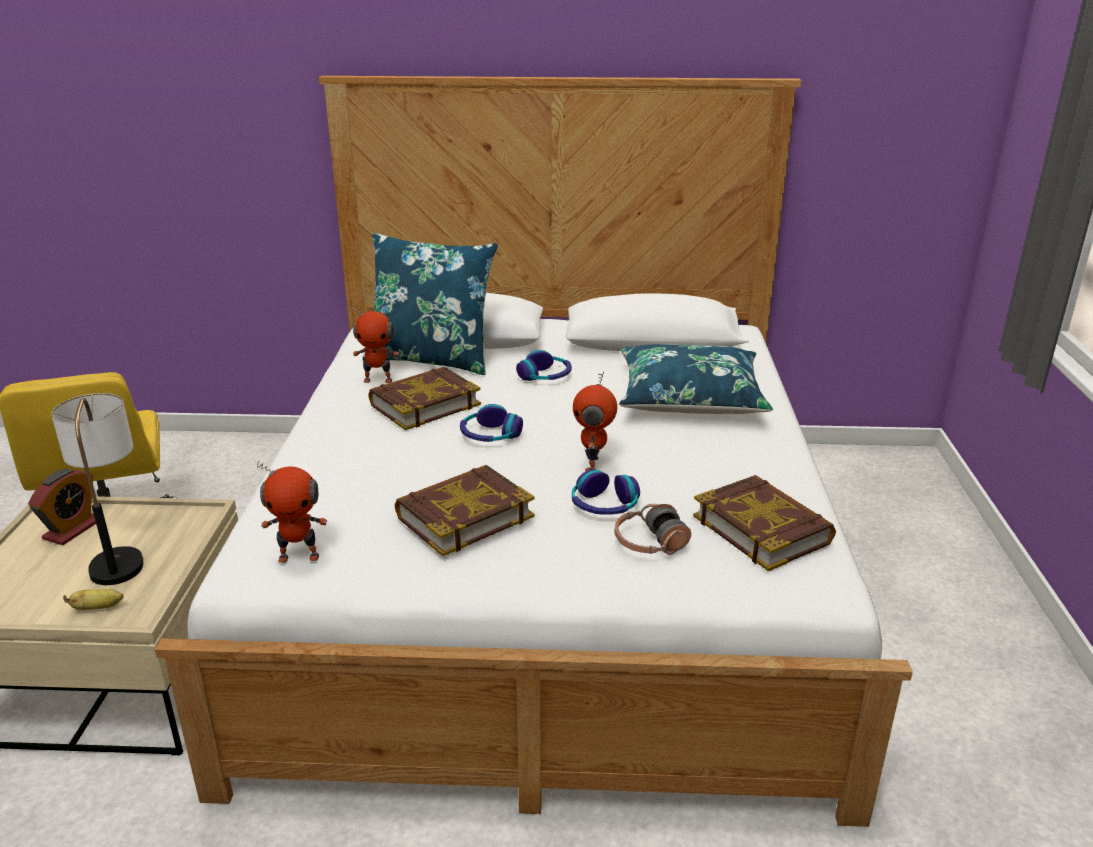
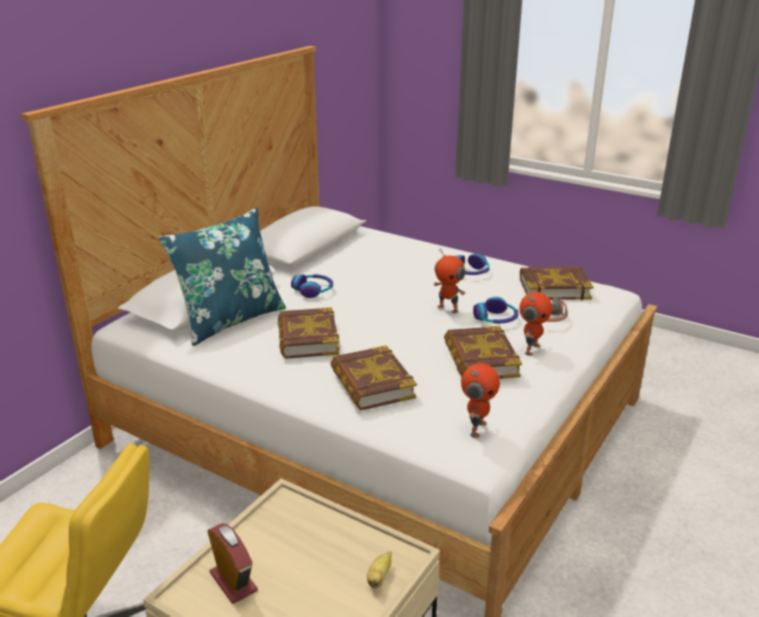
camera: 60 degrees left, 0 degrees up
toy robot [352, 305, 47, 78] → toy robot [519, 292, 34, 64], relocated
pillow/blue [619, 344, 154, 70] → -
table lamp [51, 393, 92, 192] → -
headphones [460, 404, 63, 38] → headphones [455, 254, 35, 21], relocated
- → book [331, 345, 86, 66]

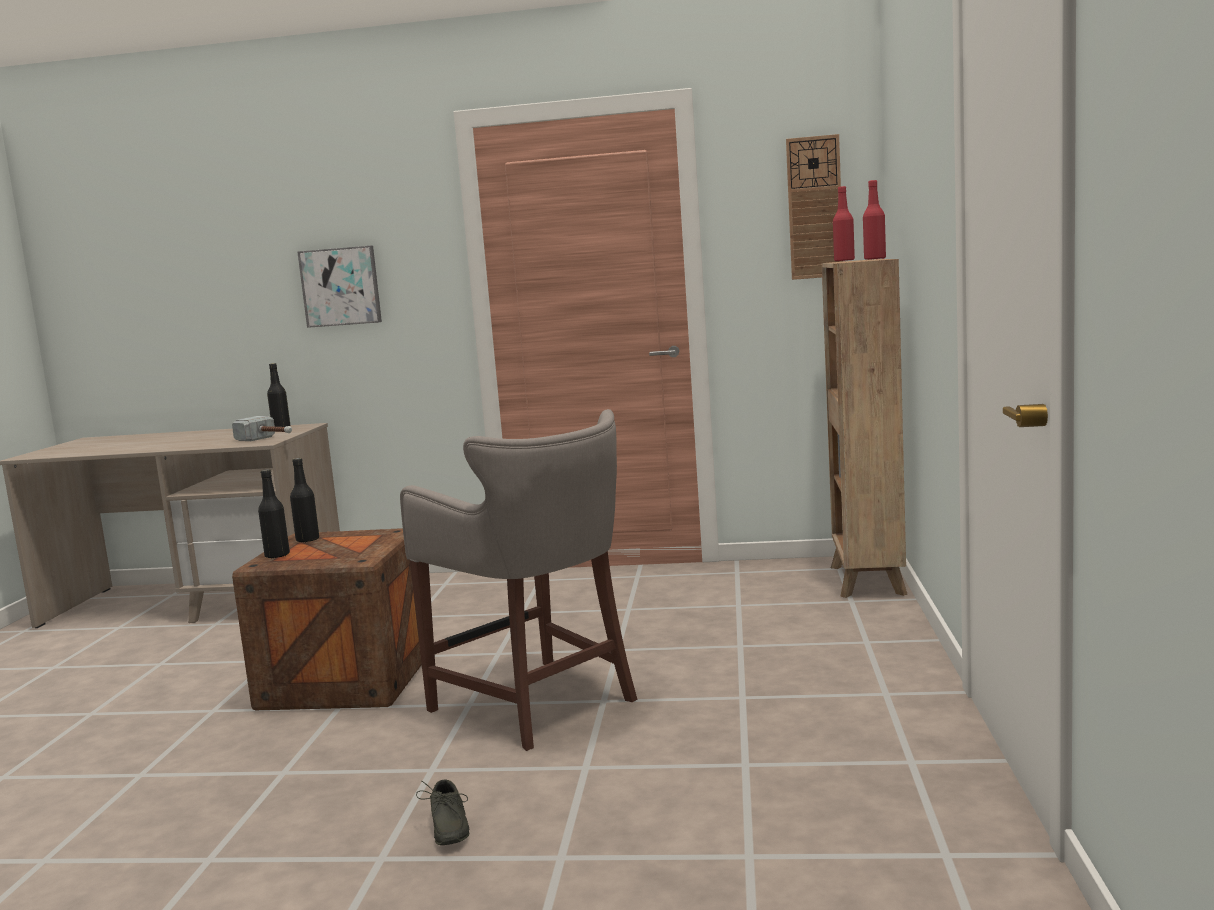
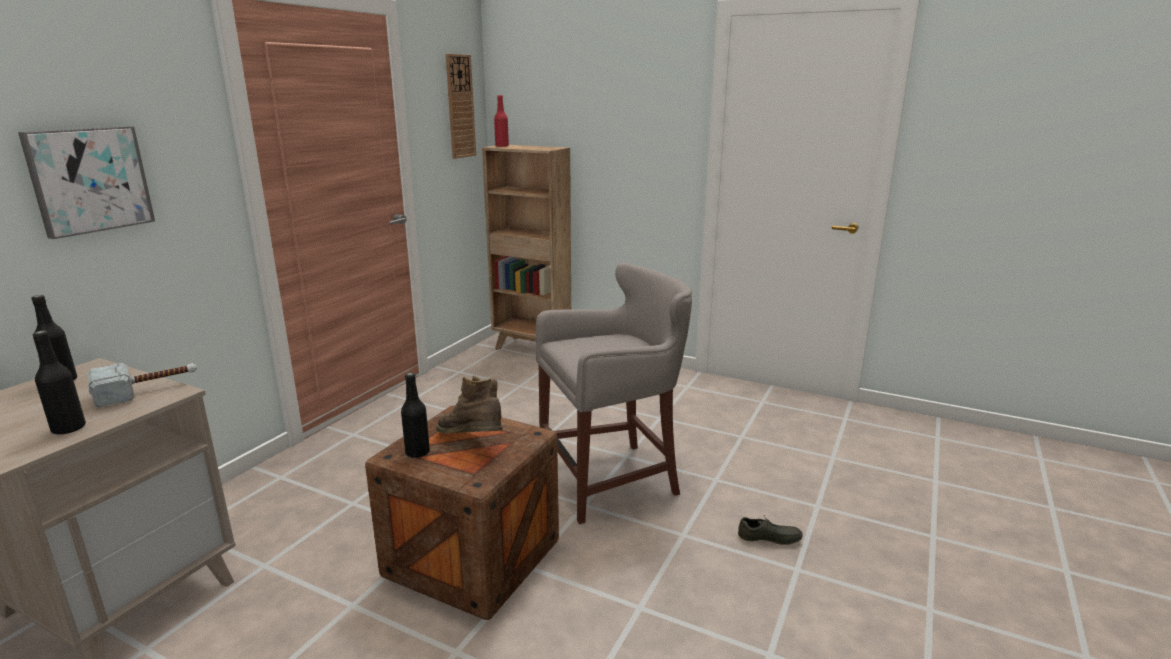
camera: 70 degrees left, 10 degrees up
bottle/red [863, 180, 23, 80] → -
bottle/black [258, 469, 32, 90] → bottle/black [33, 331, 53, 104], relocated
- → boot/brown [436, 376, 67, 57]

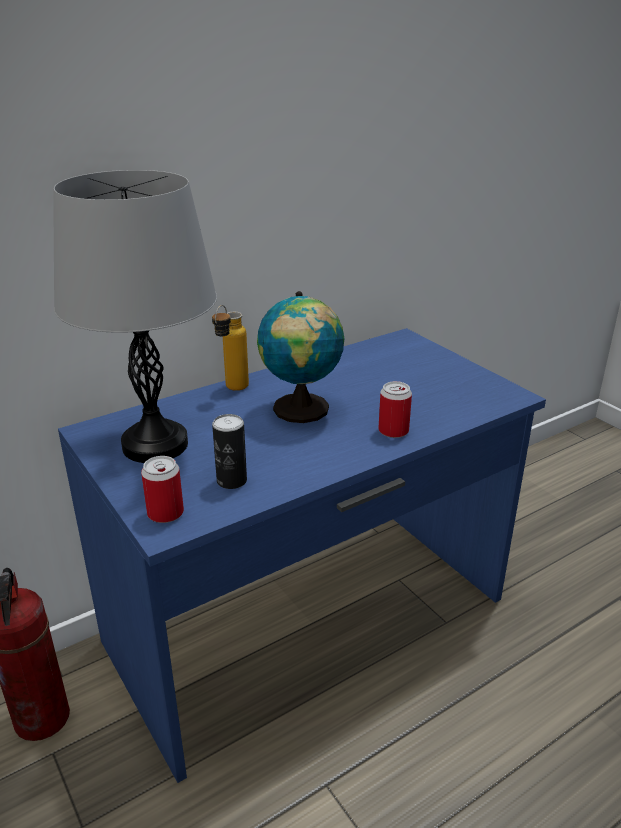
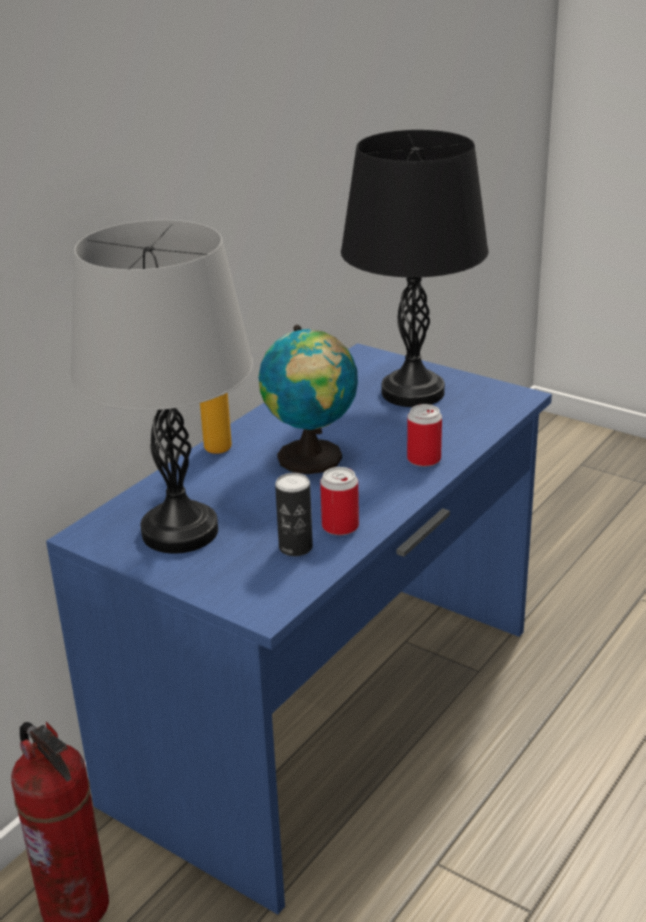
camera: 20 degrees left, 0 degrees up
can [141, 456, 43, 67] → can [320, 467, 39, 68], relocated
- → table lamp/black [341, 130, 148, 277]

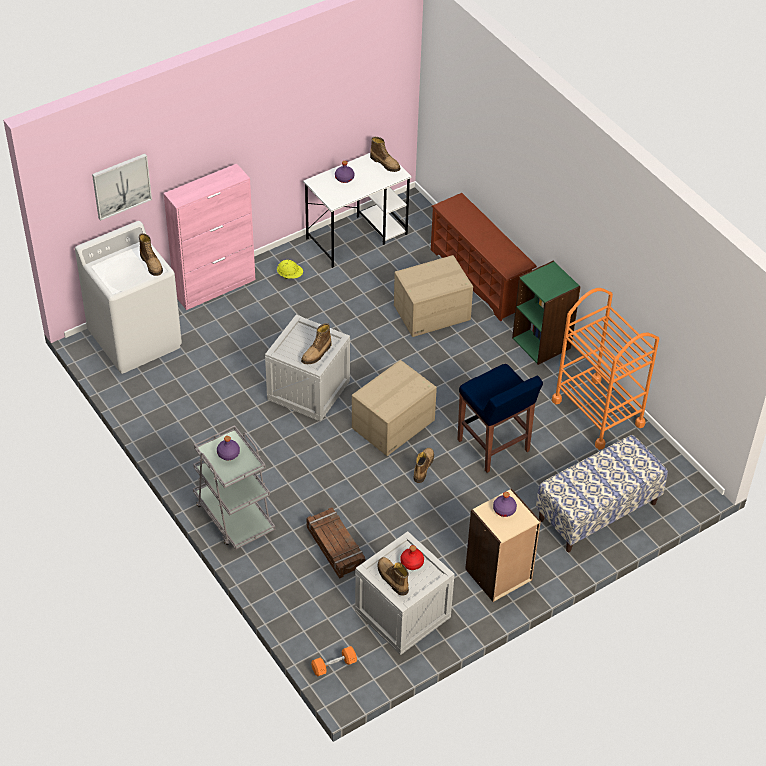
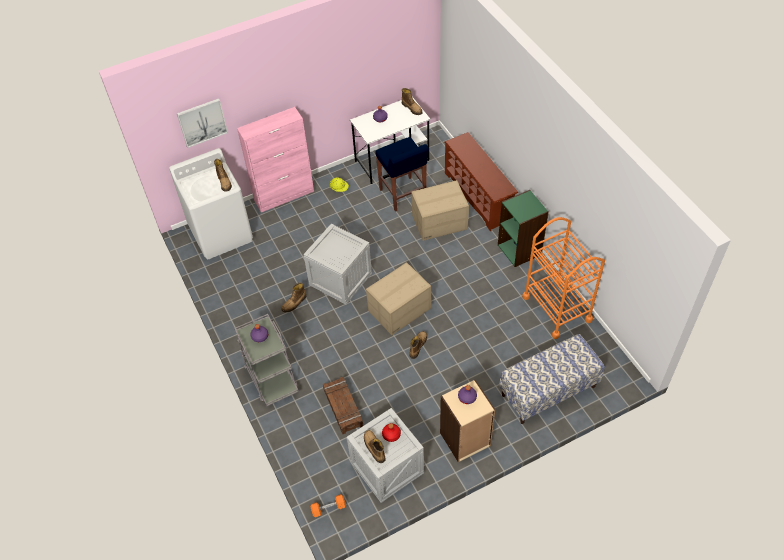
camera: 10 degrees right, 5 degrees up
boot [301, 323, 31, 41] → boot [281, 282, 25, 30], relocated
stool/blue [457, 364, 86, 109] → stool/blue [375, 137, 54, 75], relocated

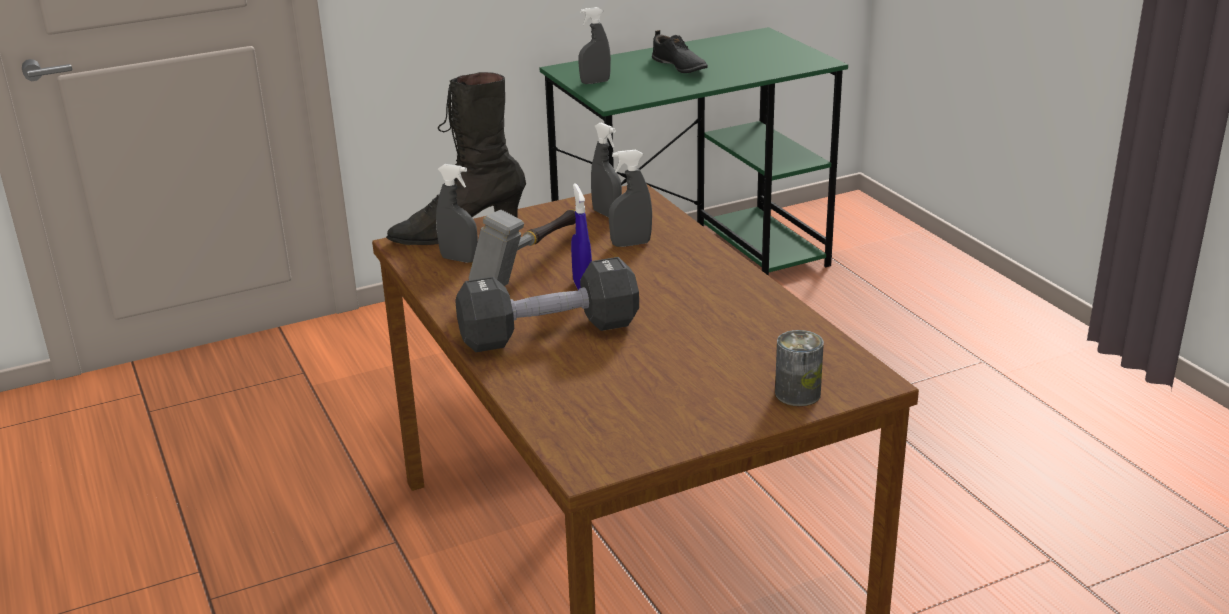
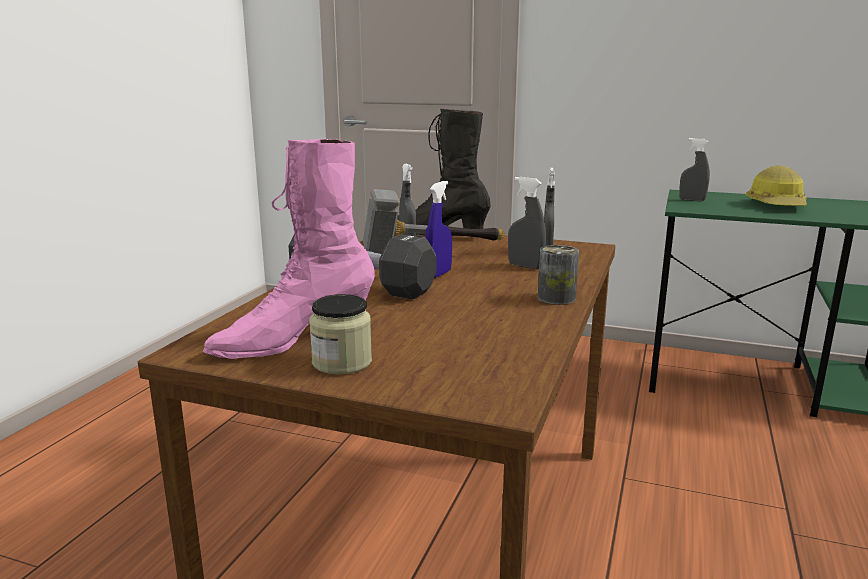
camera: 45 degrees right, 10 degrees down
shoe/black [652, 30, 56, 43] → hard hat [746, 165, 61, 41]
can [775, 330, 49, 76] → can [538, 245, 41, 60], relocated
- → boot/pink [203, 139, 172, 220]
- → jar [309, 294, 63, 81]

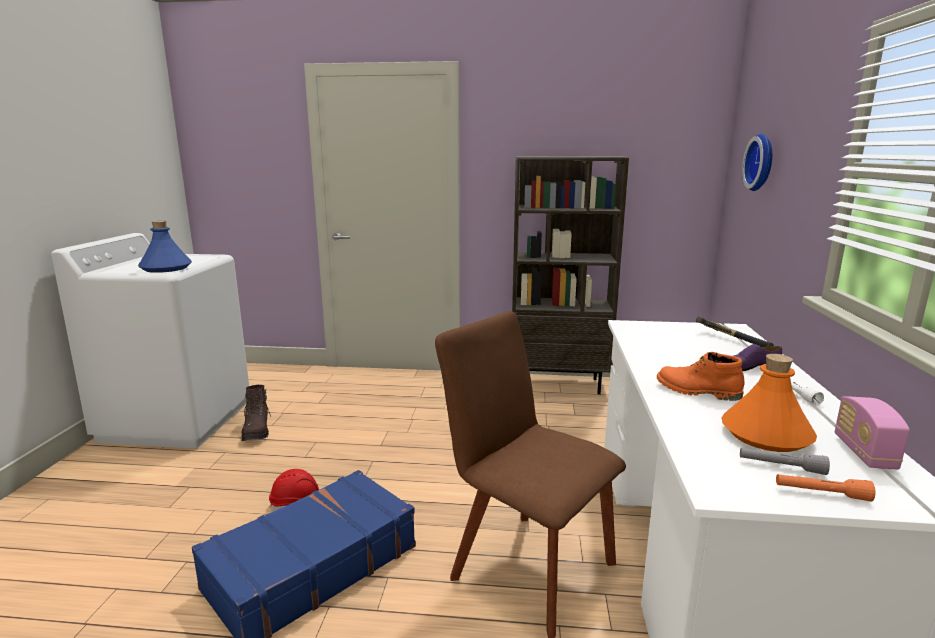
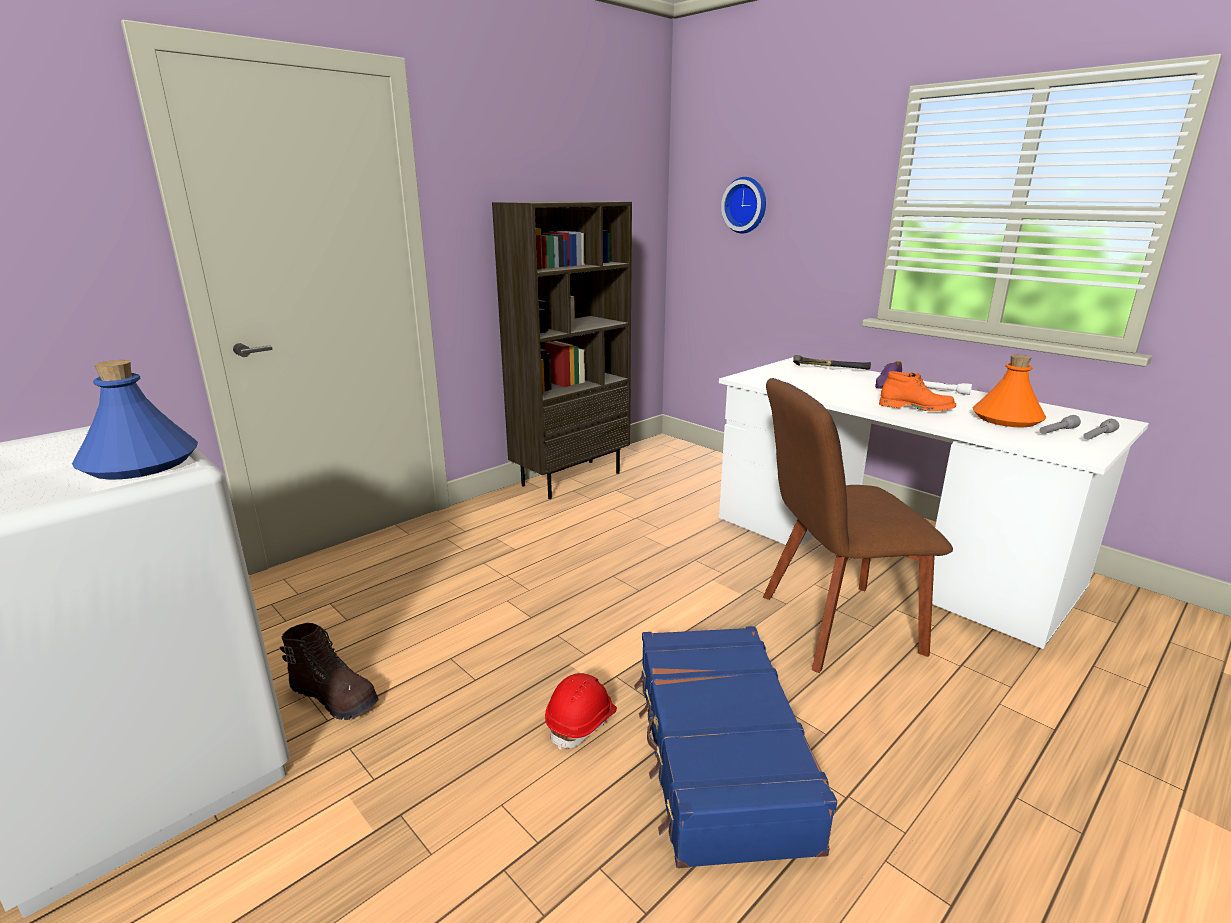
camera: 50 degrees left, 5 degrees up
boot/orange [657, 352, 88, 49] → boot/orange [879, 371, 77, 40], 135 degrees counterclockwise
radio [835, 396, 75, 73] → -
flashlight/orange [776, 474, 100, 28] → flashlight/grey [1083, 419, 36, 21]

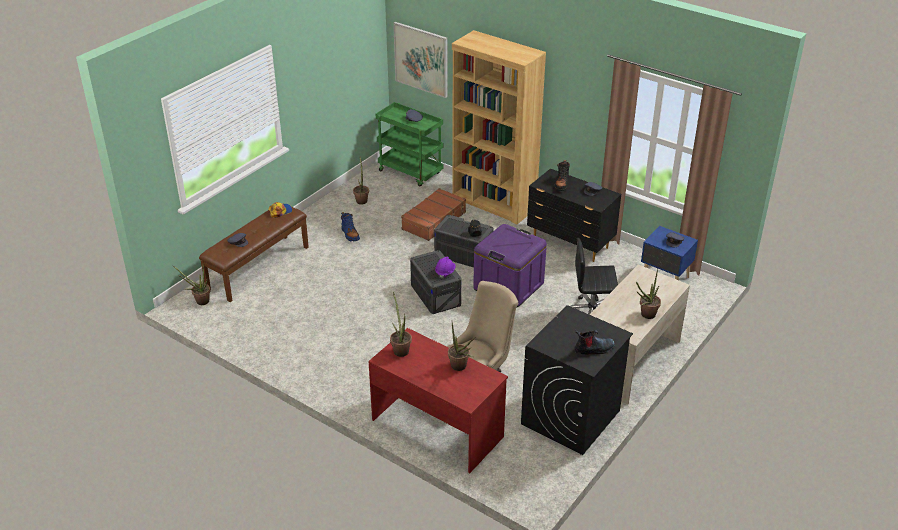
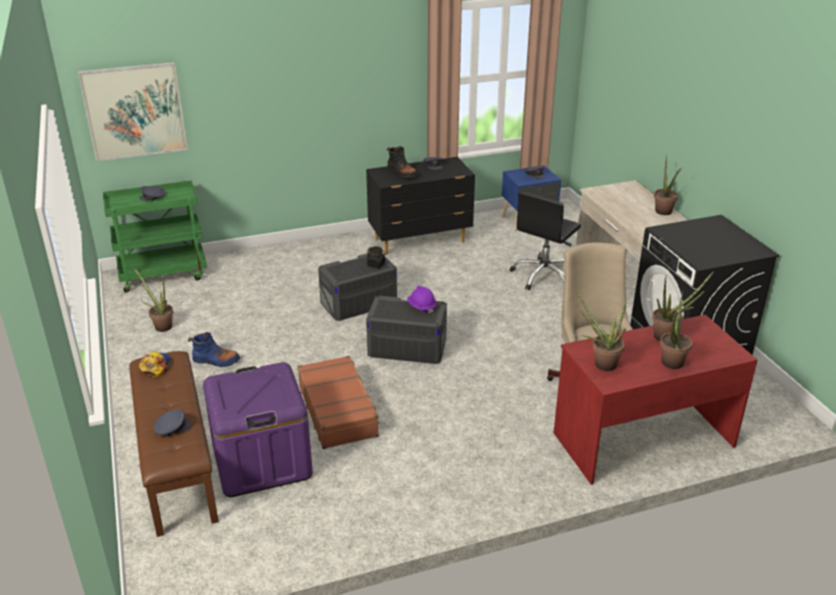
camera: 55 degrees left, 5 degrees down
bookcase/brown [452, 30, 94, 195] → -
suitcase/brown [401, 188, 65, 53] → suitcase/brown [297, 356, 83, 93], relocated
storage box/purple [473, 224, 74, 84] → storage box/purple [203, 362, 110, 135], relocated
potted plant [173, 264, 37, 41] → potted plant [660, 291, 32, 78], relocated
boot [575, 330, 40, 25] → -

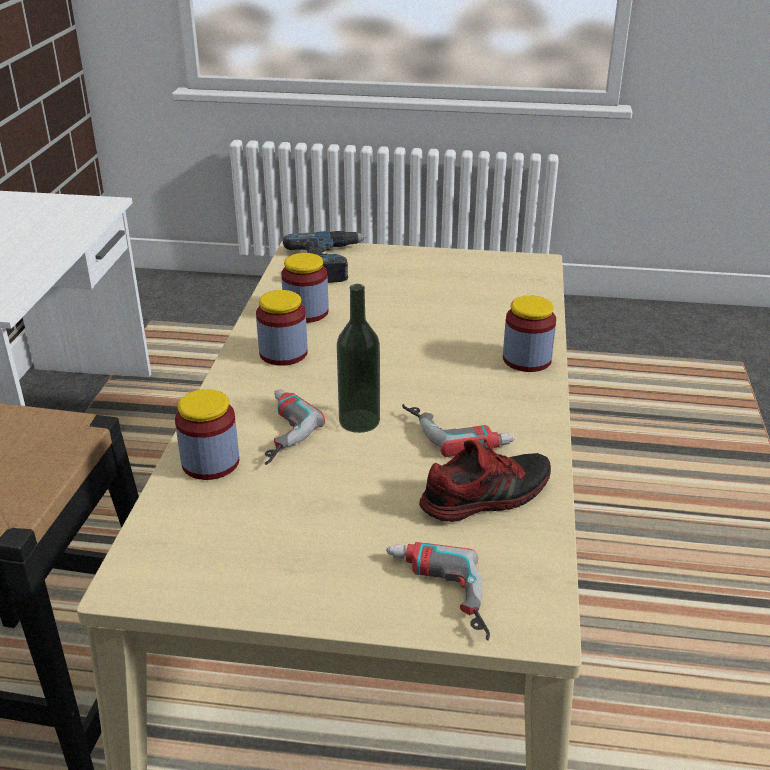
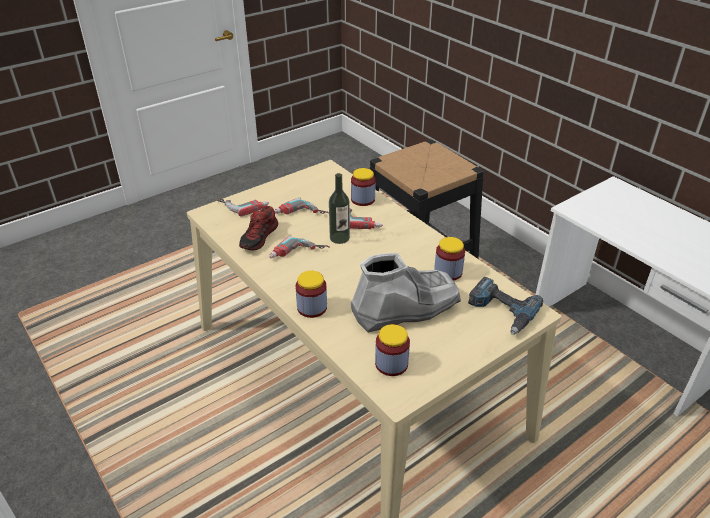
camera: 135 degrees right, 5 degrees up
jar [256, 290, 52, 76] → jar [375, 324, 35, 52], relocated
- → power drill [274, 197, 55, 18]
- → boot/grey [351, 253, 110, 80]

